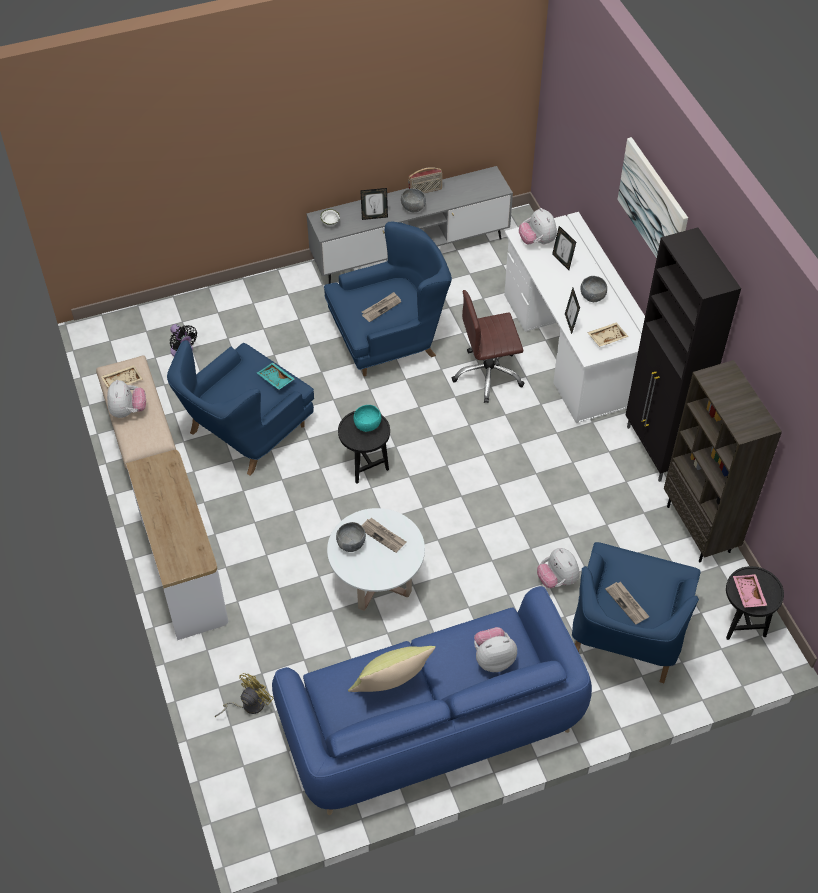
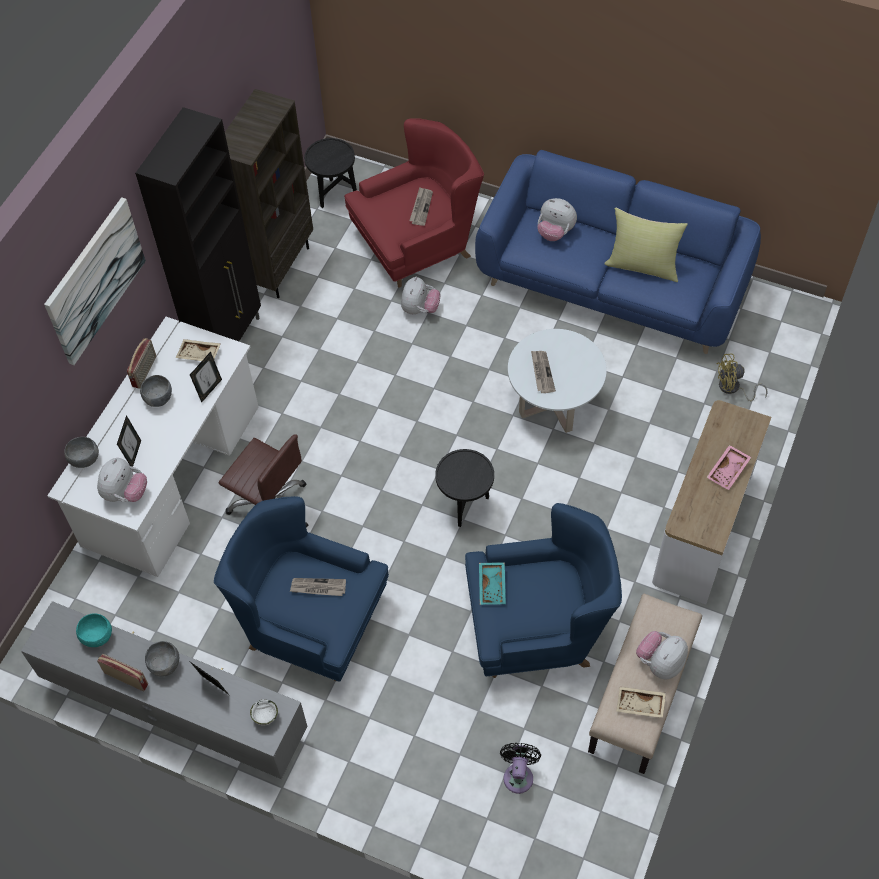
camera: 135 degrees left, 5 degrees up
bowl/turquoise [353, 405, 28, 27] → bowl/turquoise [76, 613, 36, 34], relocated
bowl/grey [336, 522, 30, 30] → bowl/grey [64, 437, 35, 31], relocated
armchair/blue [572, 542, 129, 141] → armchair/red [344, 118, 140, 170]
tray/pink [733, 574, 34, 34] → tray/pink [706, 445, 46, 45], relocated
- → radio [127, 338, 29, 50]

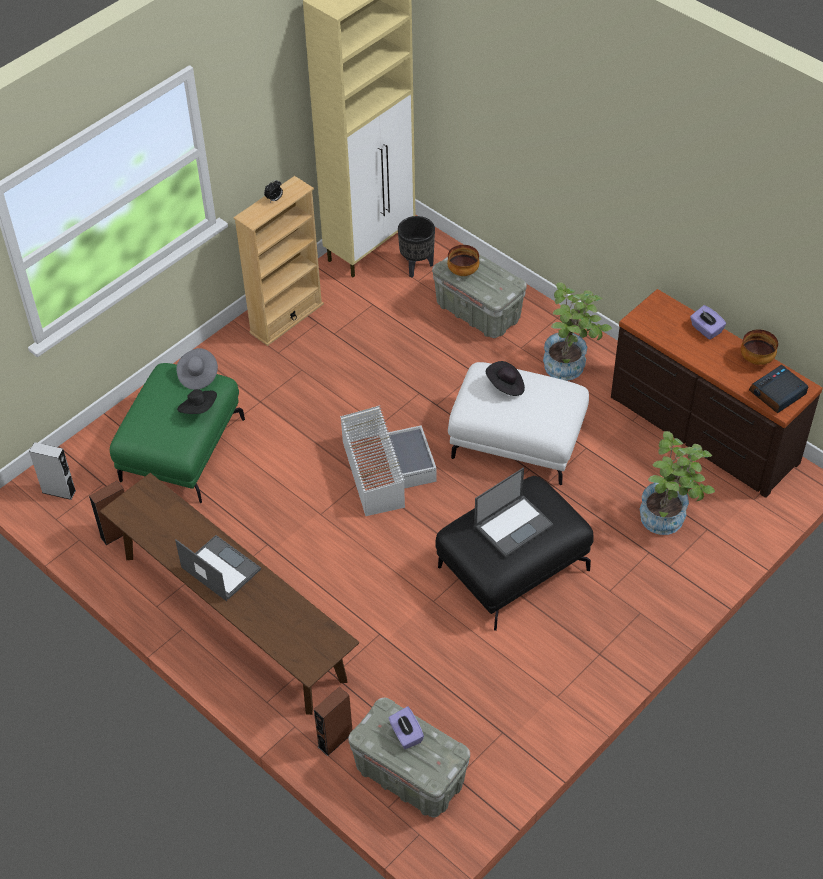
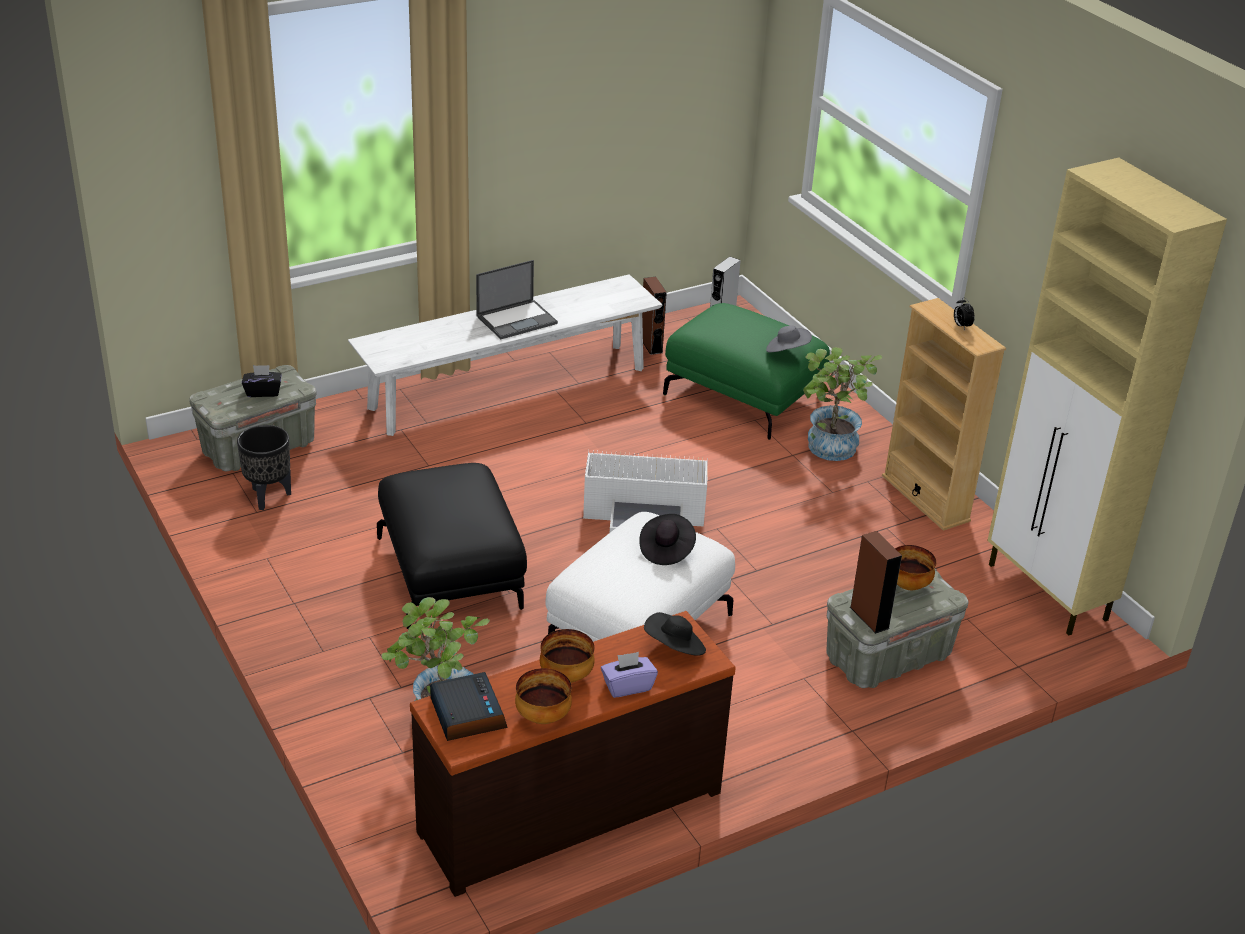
camera: 105 degrees right, 15 degrees down
planter/black [398, 216, 37, 62] → planter/black [237, 425, 54, 85], relocated
potted plant [543, 282, 69, 99] → potted plant [803, 347, 79, 114], relocated
hat/black [177, 389, 40, 25] → hat/black [644, 612, 62, 44], relocated
laptop [474, 467, 79, 90] → -
bench/brown [100, 473, 259, 242] → bench/white [348, 274, 314, 162]
speaker/brown [314, 687, 38, 69] → speaker/brown [850, 531, 52, 103], relocated
tissue box/purple [389, 706, 35, 43] → tissue box/black [242, 365, 40, 32]
- → bowl [540, 629, 55, 54]

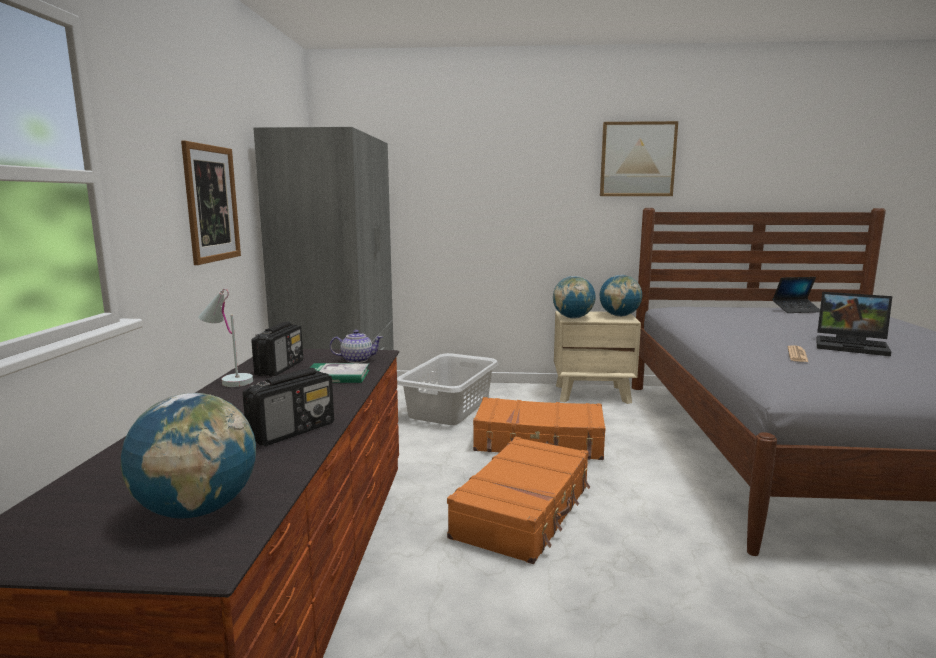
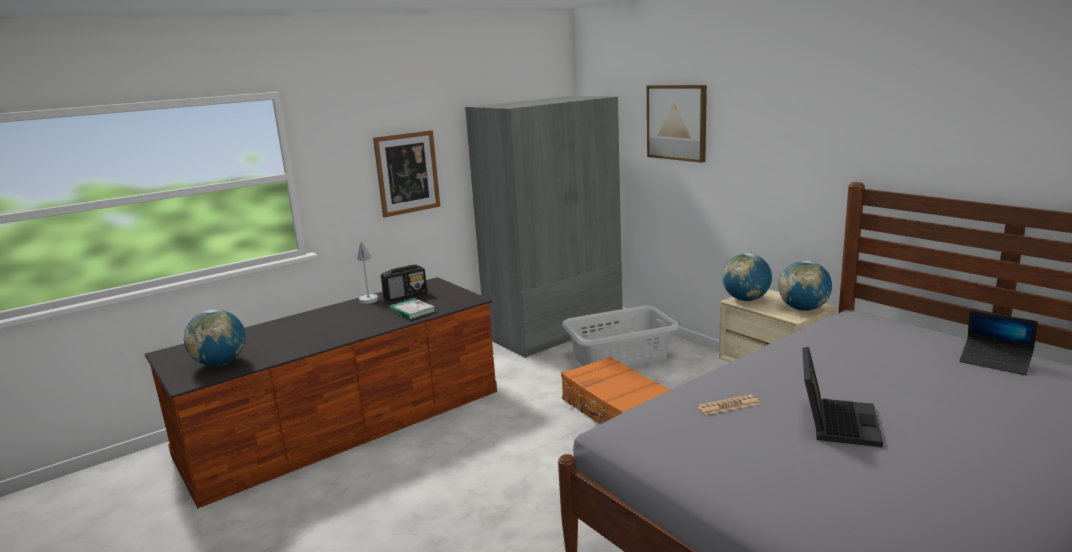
camera: 50 degrees right, 5 degrees up
picture [600, 121, 78, 75] → picture [647, 85, 60, 78], relocated
laptop [816, 292, 76, 64] → laptop [802, 347, 81, 100], 150 degrees counterclockwise
teapot [330, 330, 53, 33] → -
radio [243, 368, 91, 78] → -
suitcase/orange [447, 437, 143, 127] → -

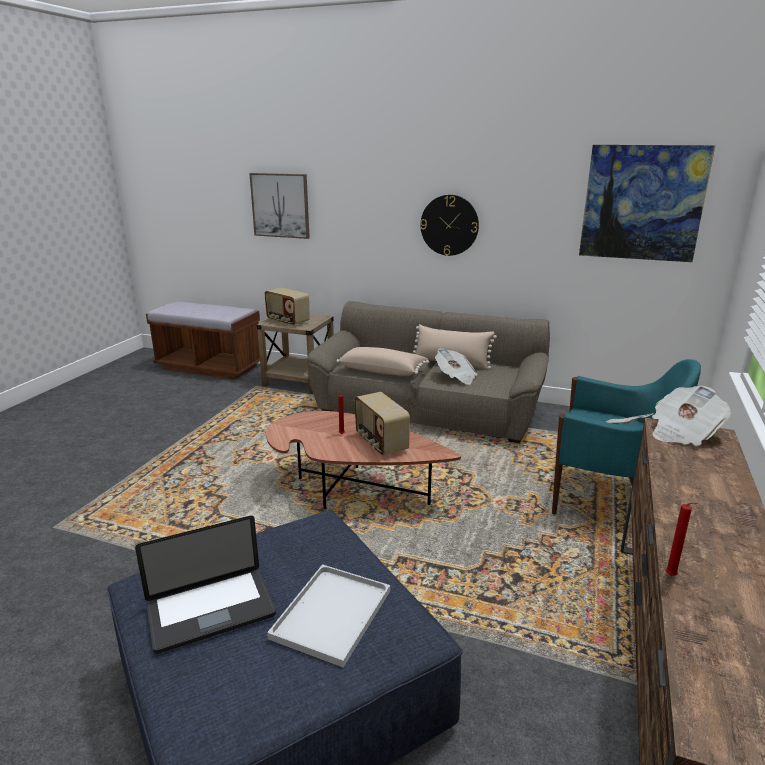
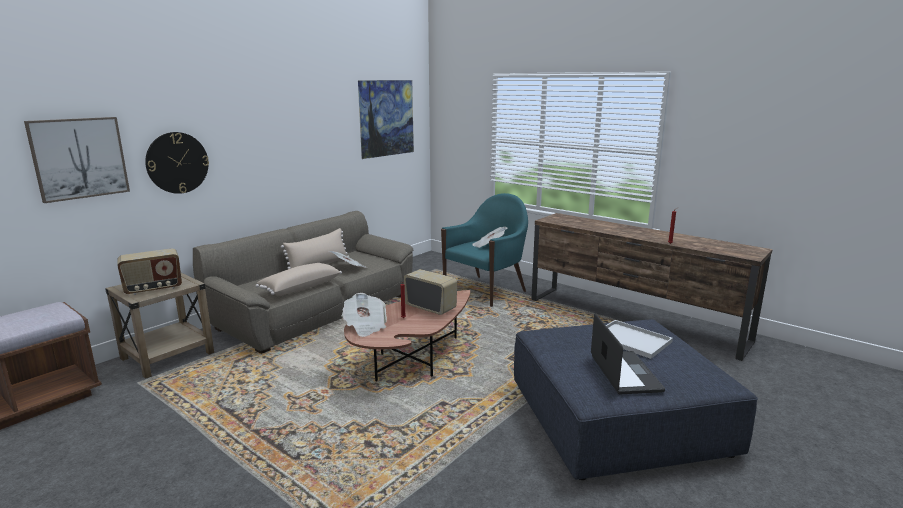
camera: 70 degrees left, 5 degrees down
wall clock [420, 195, 59, 61] → wall clock [145, 132, 64, 62], relocated
newspaper [652, 386, 79, 60] → newspaper [342, 293, 45, 44], relocated
radio [355, 392, 55, 63] → radio [404, 269, 53, 46], 135 degrees counterclockwise

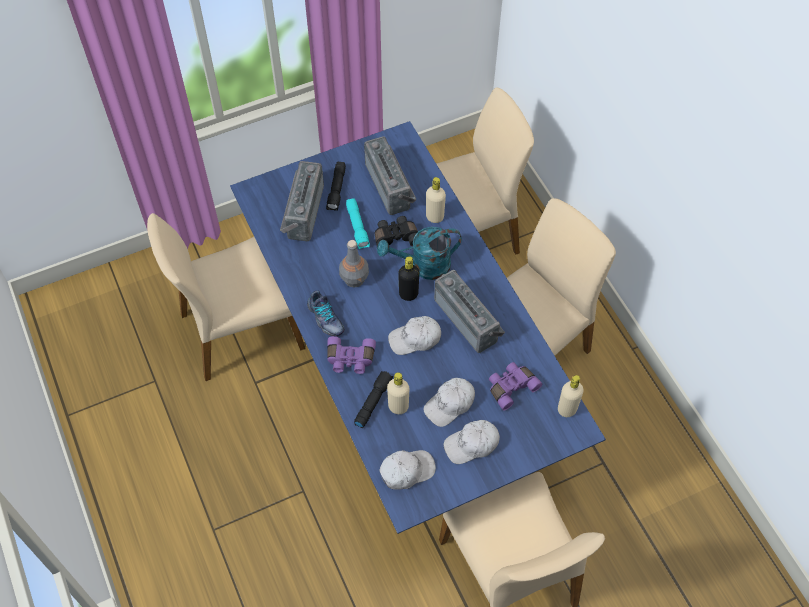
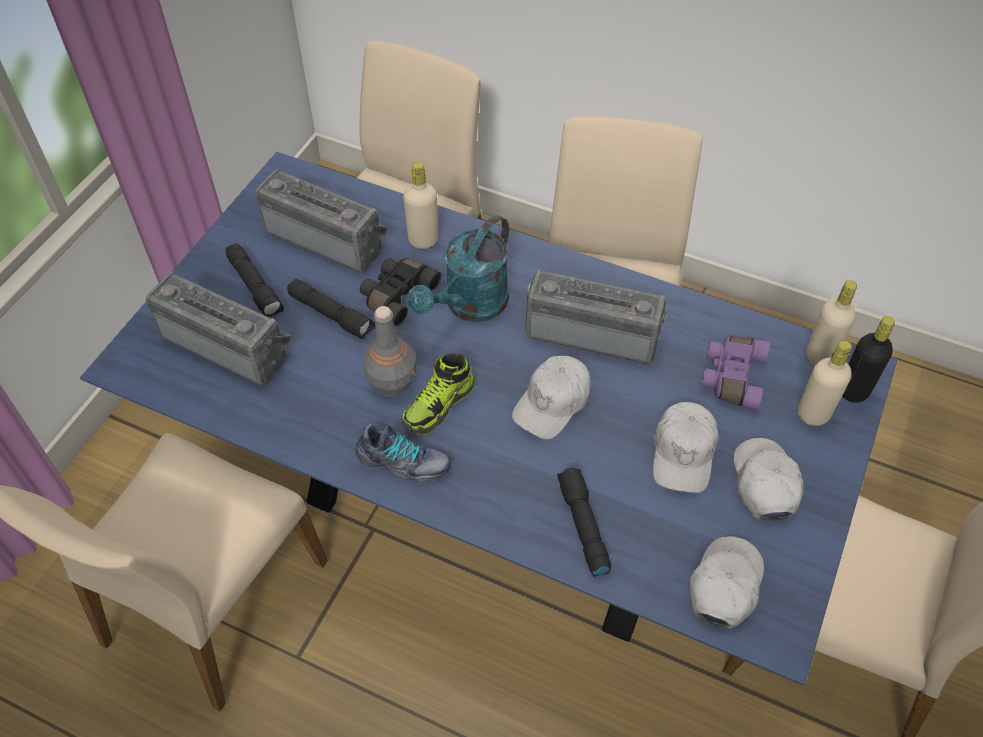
camera: 40 degrees left, 5 degrees down
radio [280, 161, 44, 80] → radio [146, 272, 146, 113], 150 degrees clockwise
flashlight/turquoise [346, 198, 24, 51] → flashlight/black [287, 279, 88, 61]
bottle/black [398, 256, 21, 45] → bottle/black [842, 316, 53, 87], relocated
binoculars/purple [327, 336, 49, 38] → -
bottle/beige [387, 372, 22, 42] → bottle/beige [798, 341, 54, 85], relocated
cap/white [444, 420, 56, 44] → cap/white [734, 438, 70, 83], 150 degrees clockwise
- → shoe [402, 353, 72, 82]

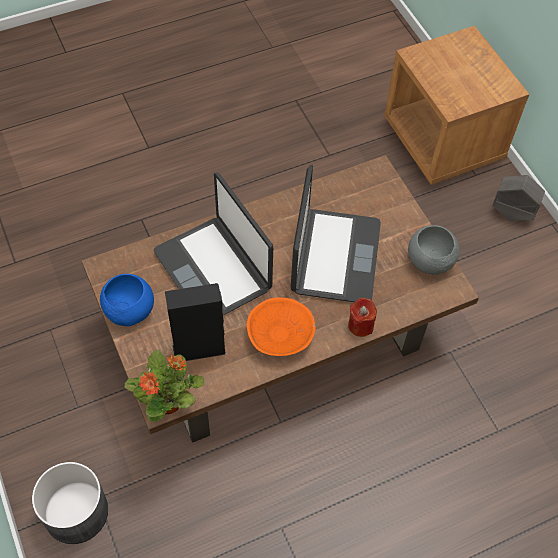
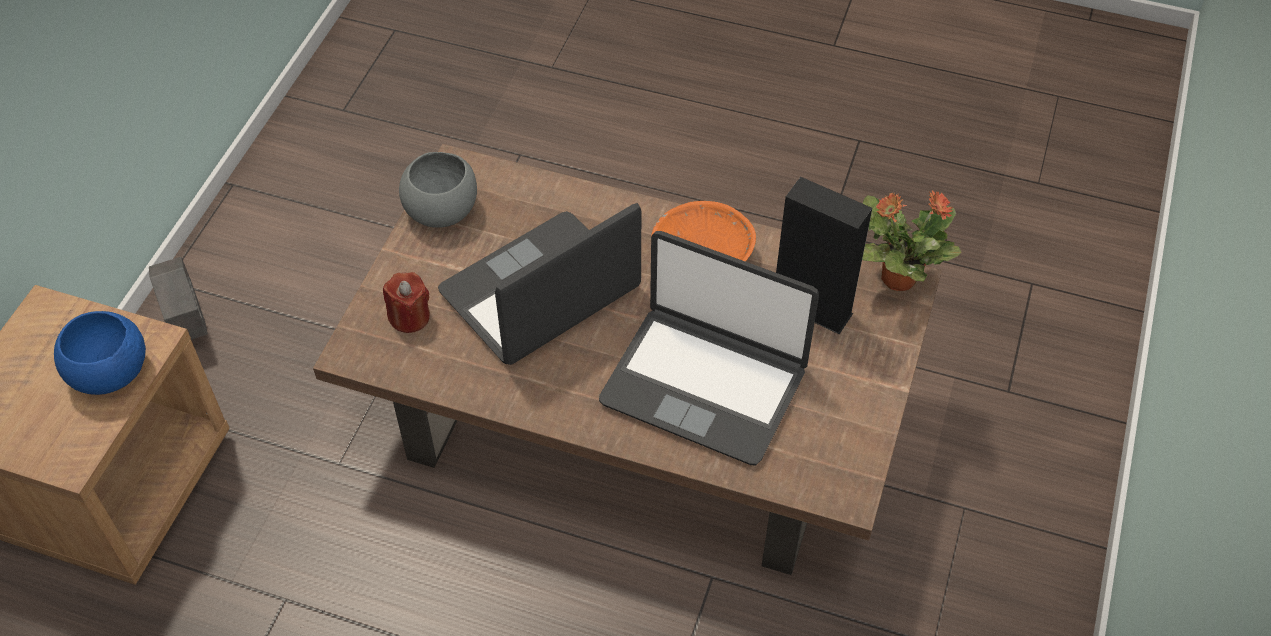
camera: 135 degrees left, 5 degrees down
laptop [154, 173, 119, 142] → laptop [599, 231, 220, 235], 105 degrees clockwise
bowl/blue [100, 274, 54, 52] → bowl/blue [54, 311, 92, 84], relocated
candle/red [348, 298, 29, 39] → candle/red [383, 272, 47, 61], relocated
planter/grey [32, 462, 76, 82] → -

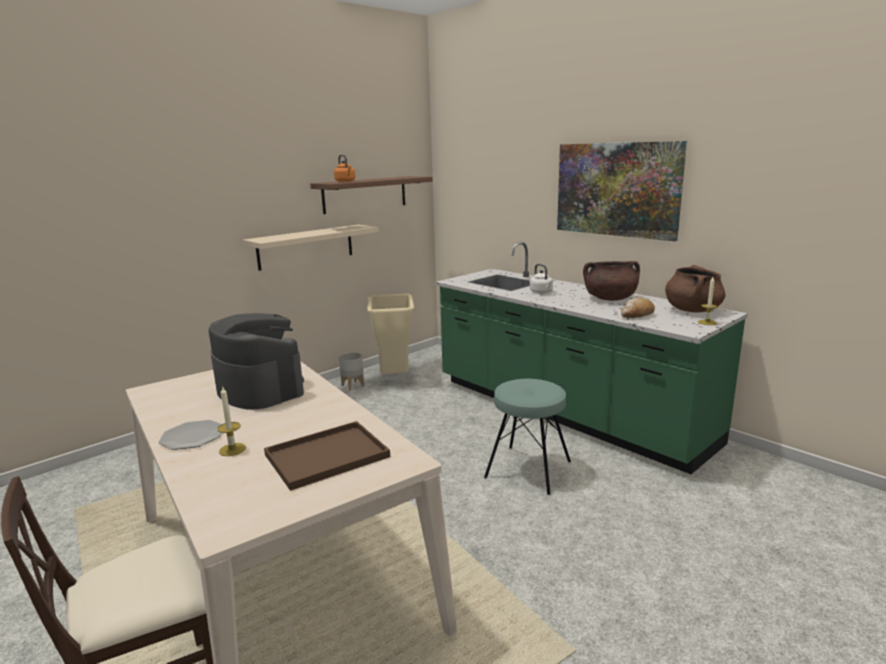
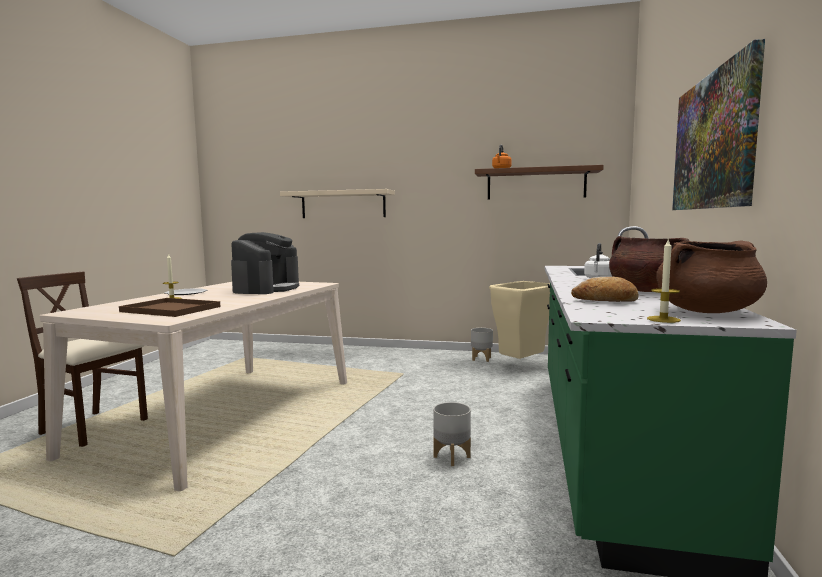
camera: 55 degrees right, 10 degrees down
shelf/beige [243, 224, 136, 47] → shelf/beige [280, 189, 115, 29], relocated
stool/turquoise [484, 379, 87, 116] → planter/grey [433, 402, 38, 64]

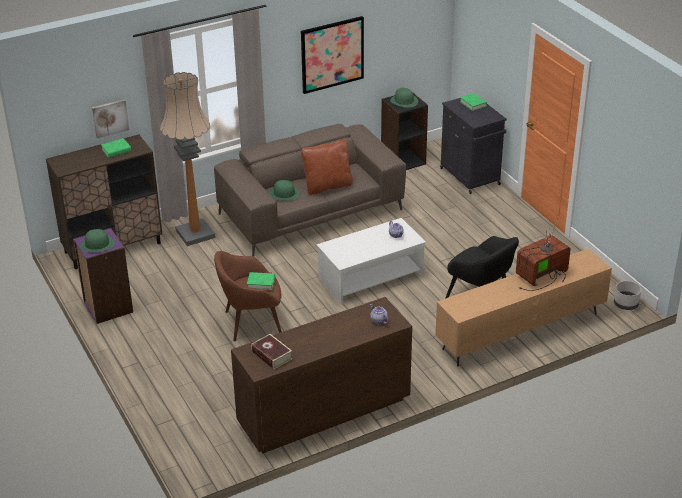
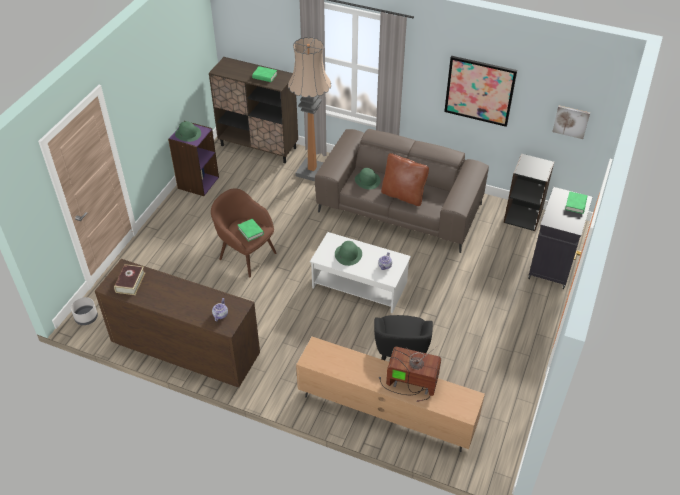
camera: 50 degrees right, 10 degrees up
hat/green [390, 88, 28, 20] → hat/green [335, 241, 27, 25], relocated
picture [92, 99, 37, 39] → picture [552, 106, 38, 33], relocated
planter/grey [614, 281, 27, 29] → planter/grey [71, 297, 27, 28], relocated

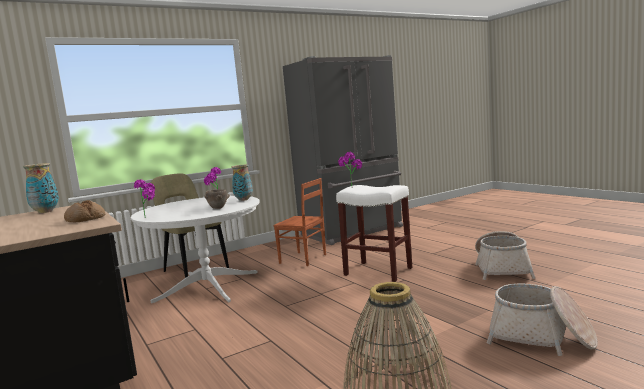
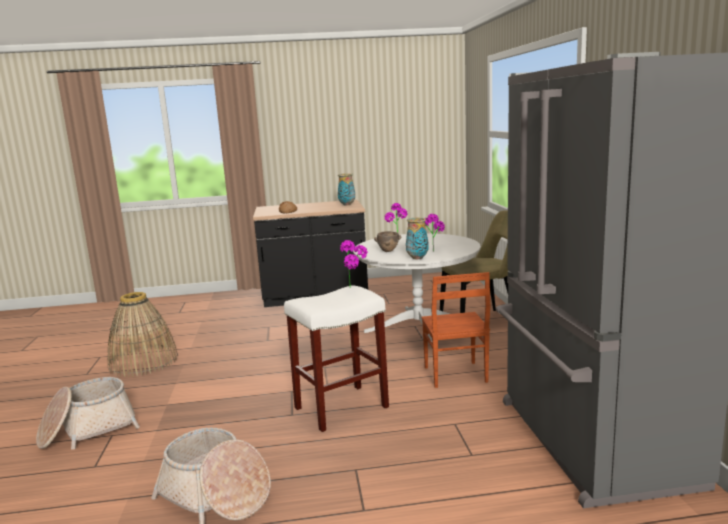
camera: 115 degrees right, 5 degrees up
chair/brown [273, 178, 53, 88] → chair/brown [422, 272, 68, 116], 60 degrees counterclockwise

